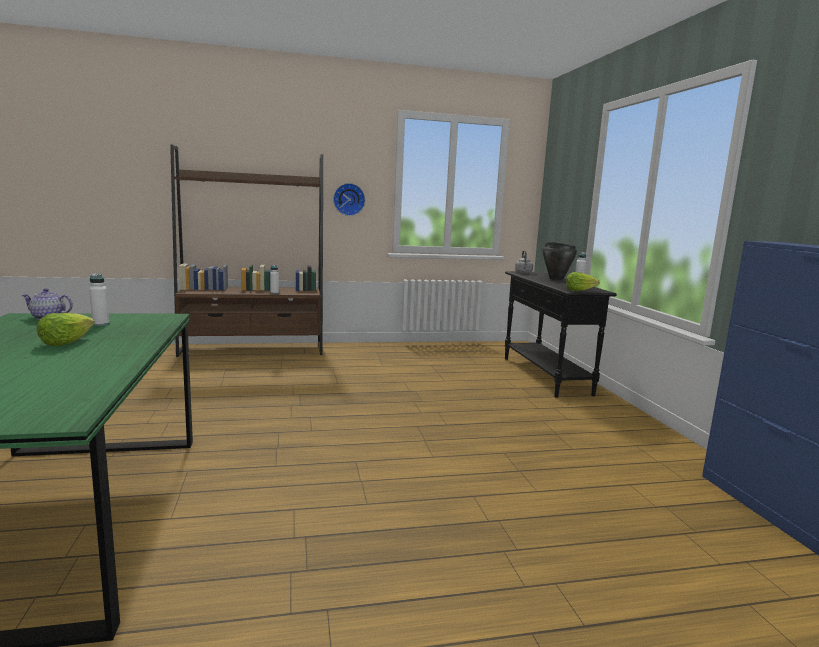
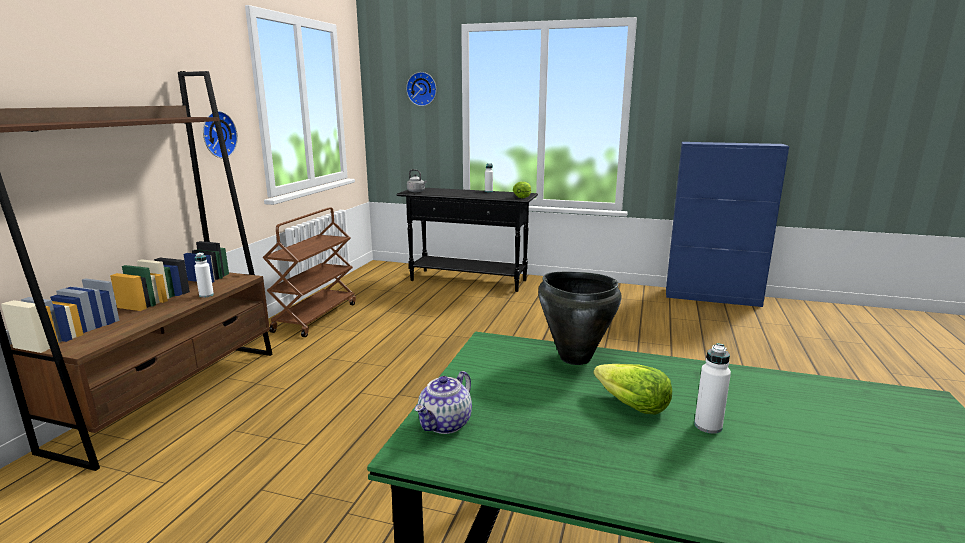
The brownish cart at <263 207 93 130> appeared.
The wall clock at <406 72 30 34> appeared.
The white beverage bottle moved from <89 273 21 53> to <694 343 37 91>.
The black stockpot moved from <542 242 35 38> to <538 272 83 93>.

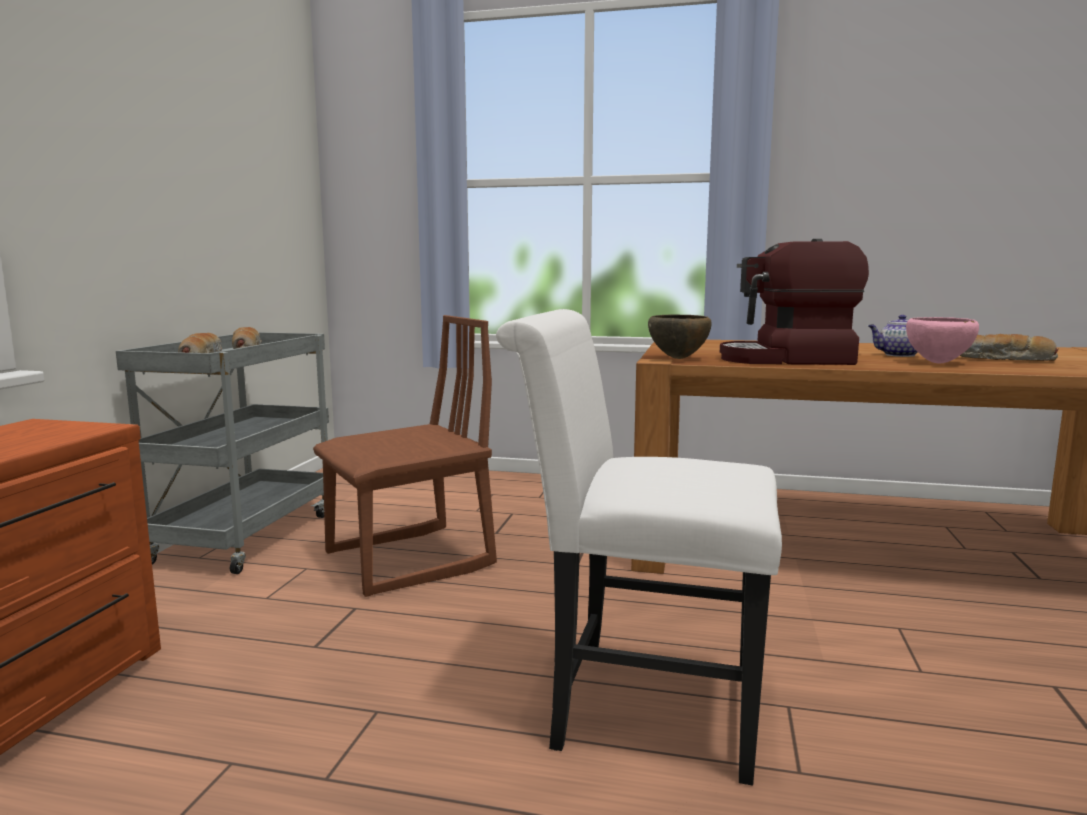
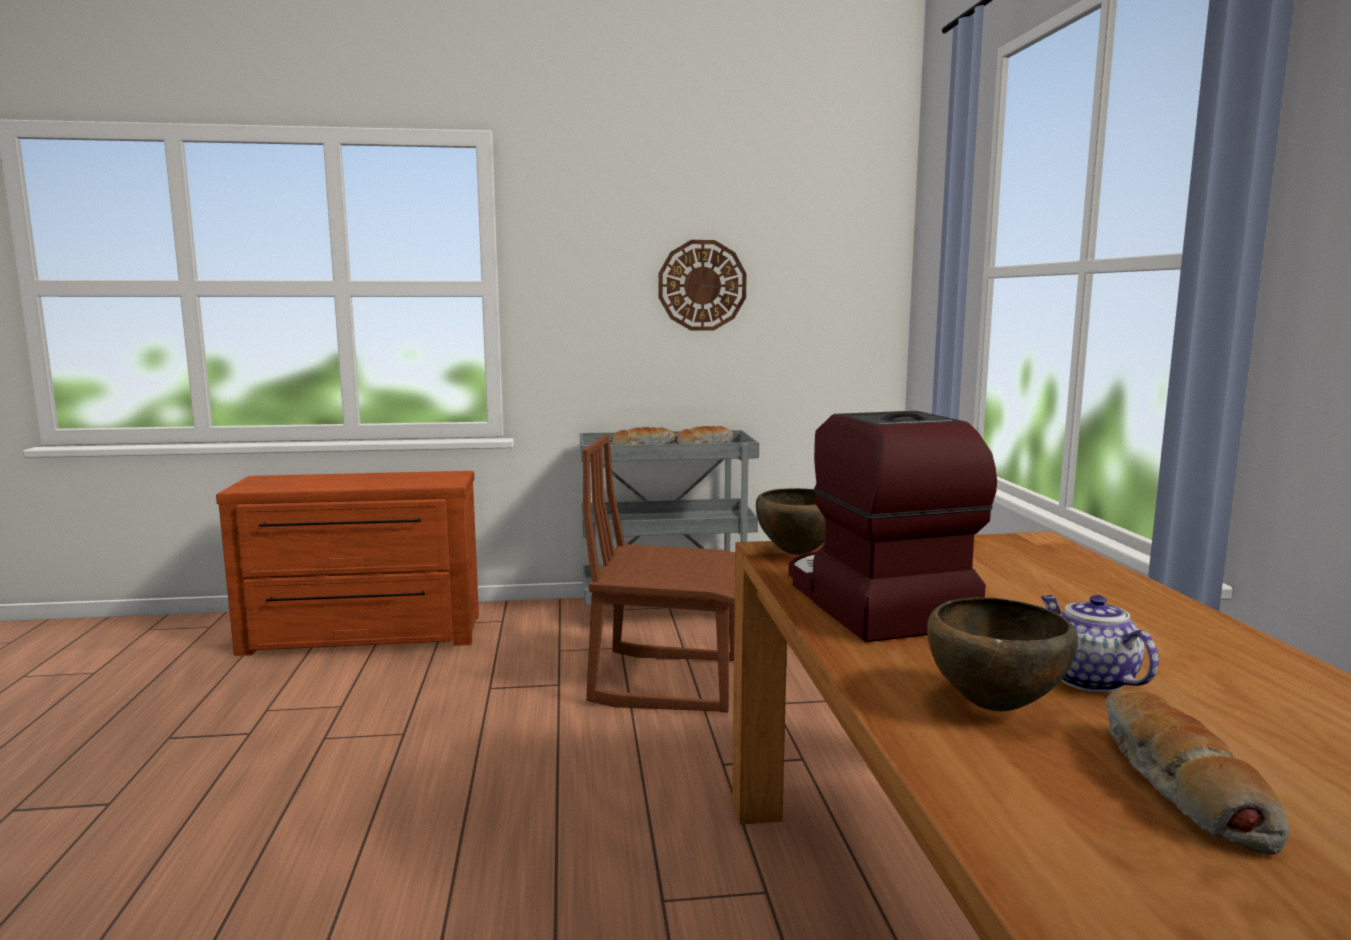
The white chair at <496 309 286 476> disappeared.
The wall clock at <658 240 89 91> appeared.
The pink deep dish at <906 317 73 46> became the brownish deep dish at <927 597 151 115>.
The brownish chair at <313 315 184 282> turned 150 degrees clockwise.

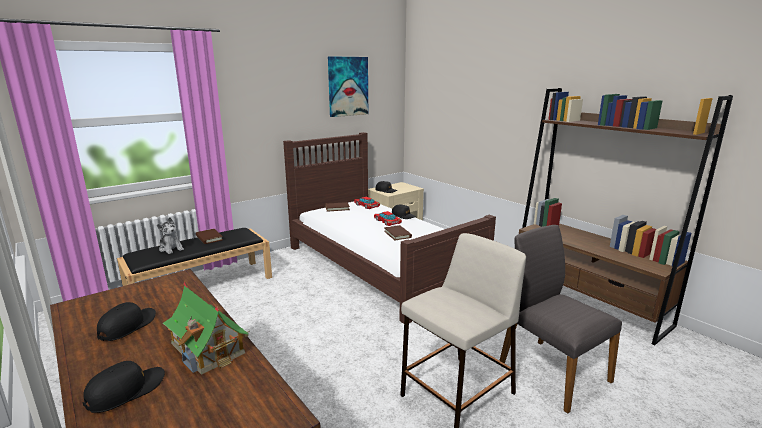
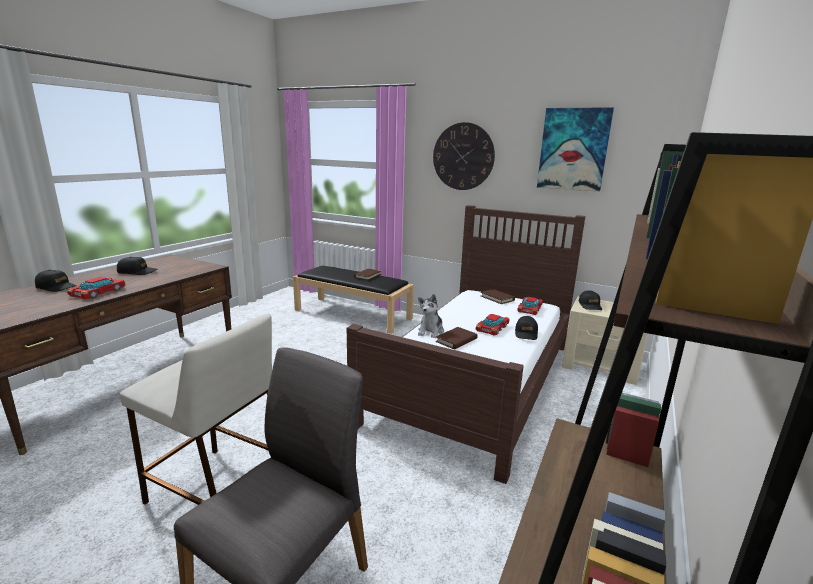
The wall clock at <433 122 62 68> appeared.
The cuddly toy moved from <157 217 27 37> to <418 294 26 44>.
The toy house at <163 281 87 94> was replaced by the miniature car at <67 277 58 22>.

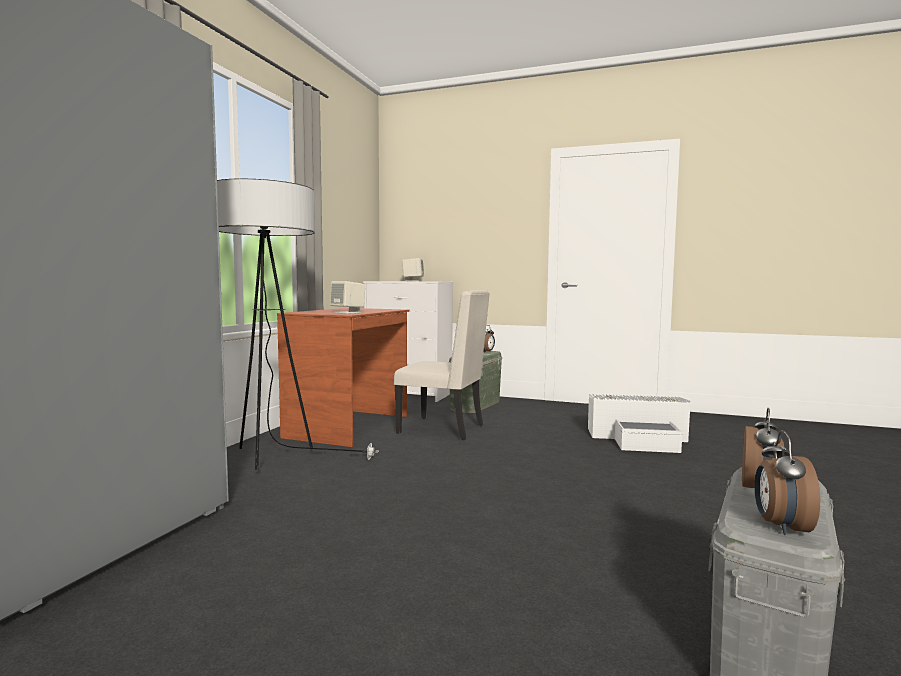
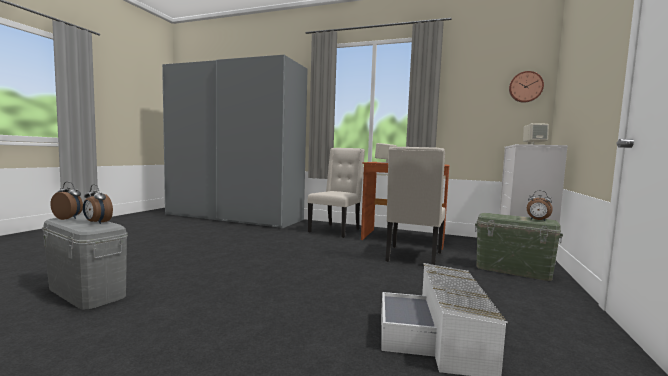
The wall clock at <509 71 35 32> appeared.
The floor lamp at <217 179 161 291> was replaced by the sand-coloured chair at <307 148 58 90>.

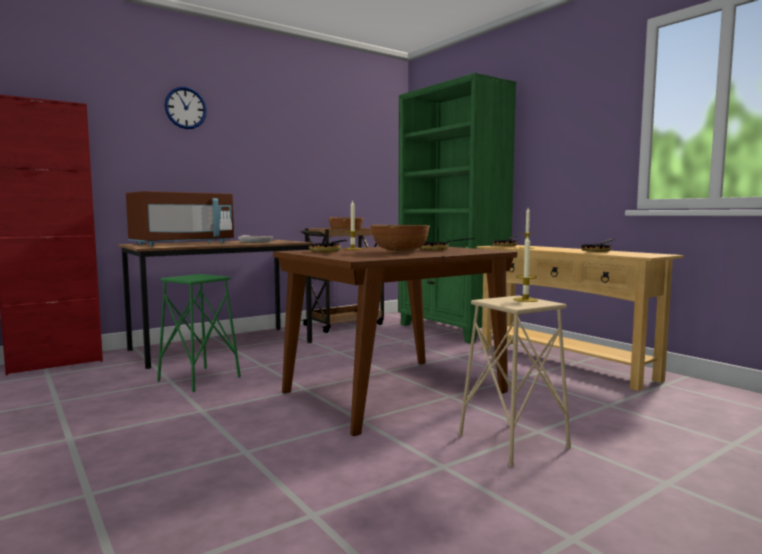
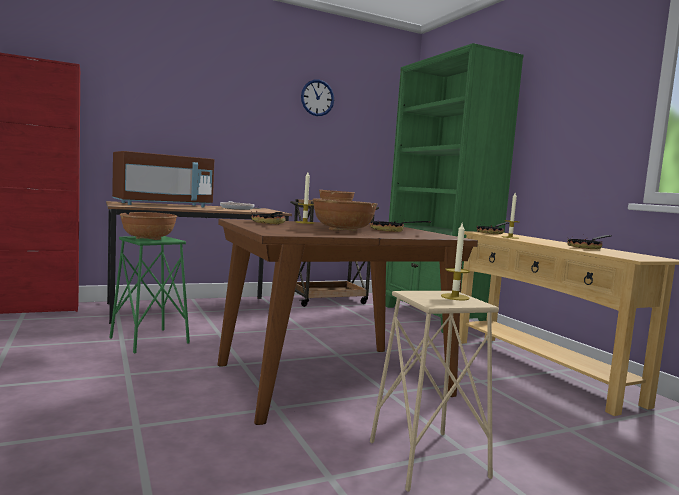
The brownish deep dish at <120 212 57 28> appeared.
The wall clock moved from <164 87 43 42> to <301 79 33 37>.

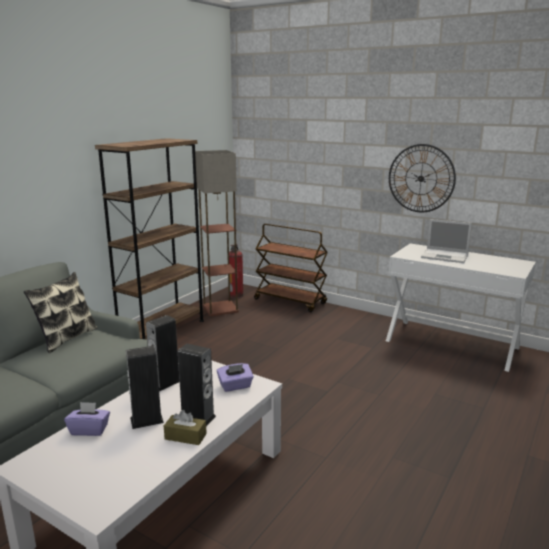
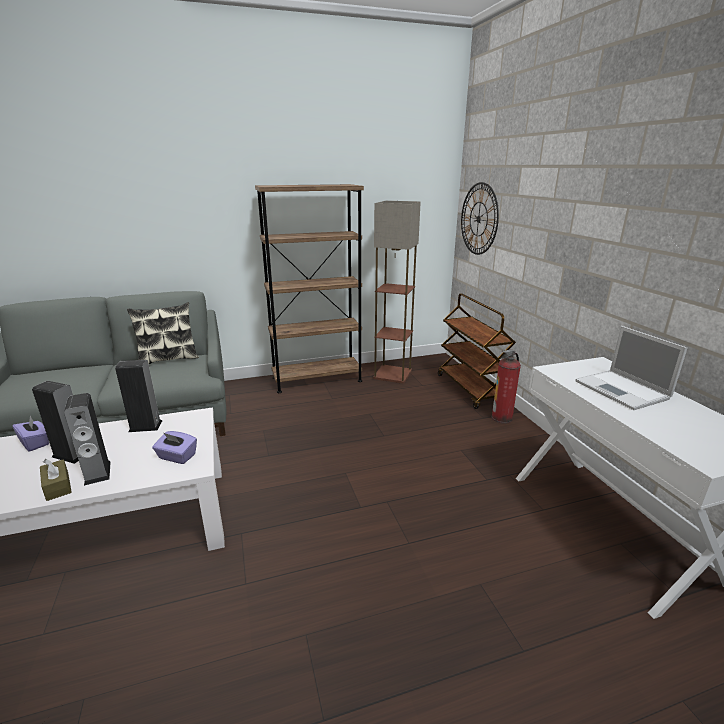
The fire extinguisher moved from <229 244 15 54> to <491 350 30 74>.
The wall clock moved from <389 144 67 69> to <461 182 38 73>.

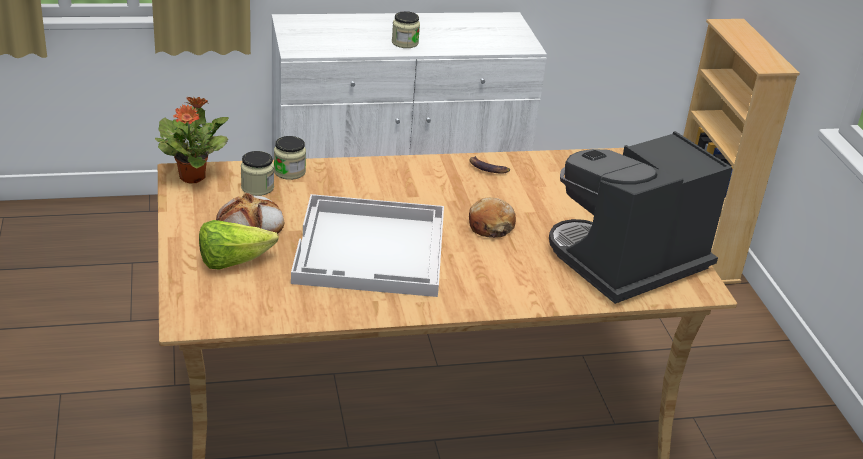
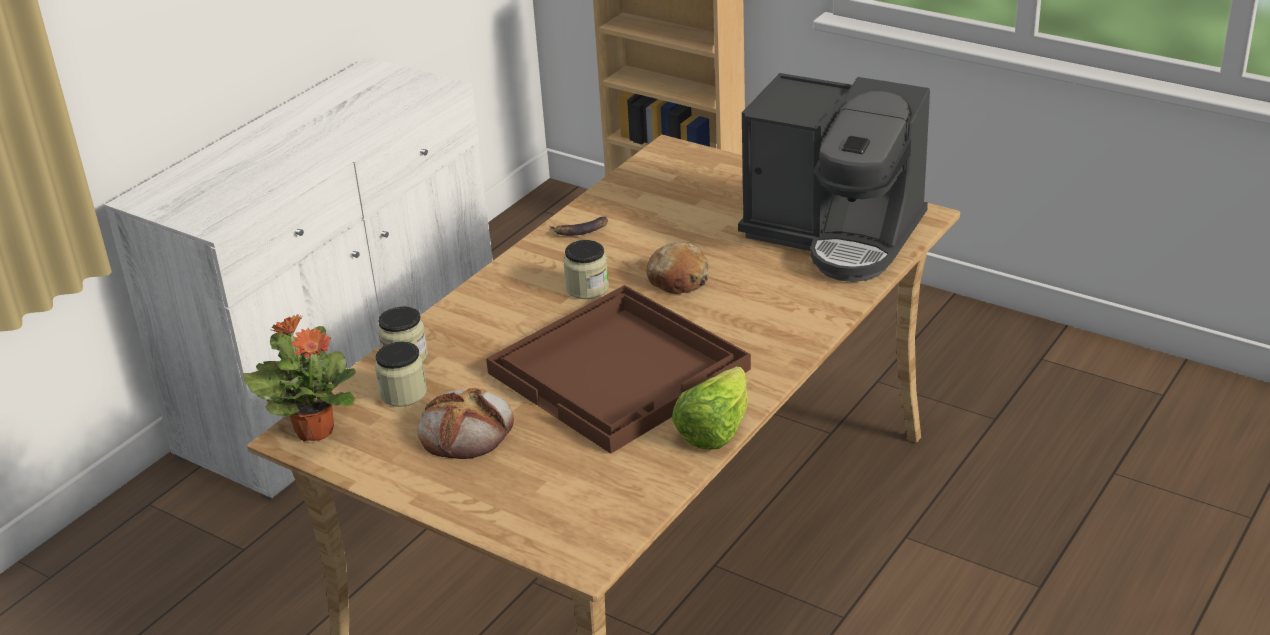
The lettuce head moved from <199 220 80 50> to <672 366 76 84>.
The preserve jar moved from <392 11 28 37> to <564 240 45 59>.
The white tray at <291 194 153 103> became the brownish tray at <486 285 265 169>.
The coffee brewer at <549 131 184 173> turned 75 degrees counterclockwise.

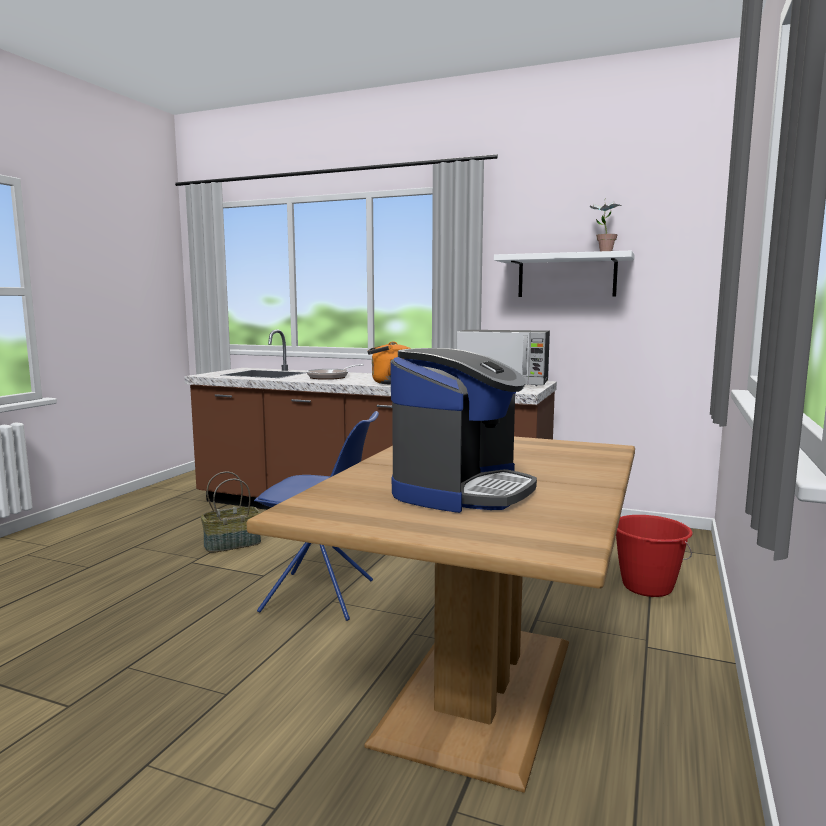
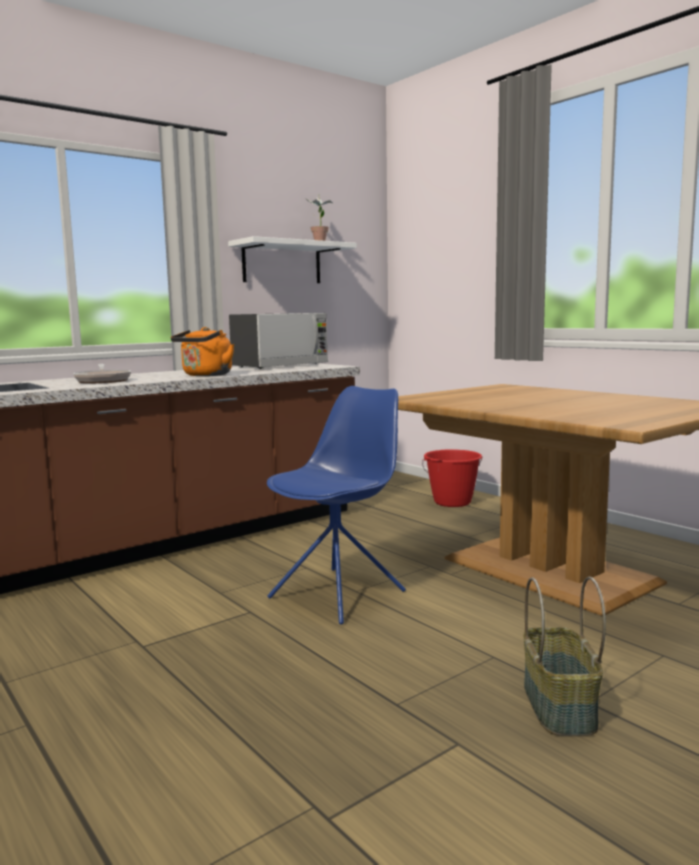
The coffee brewer at <391 348 146 165> disappeared.
The household basket moved from <201 472 60 81> to <524 577 82 159>.

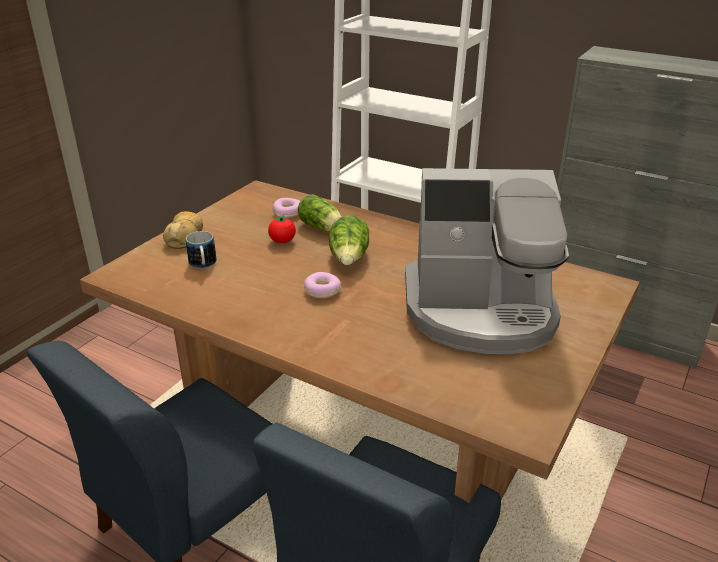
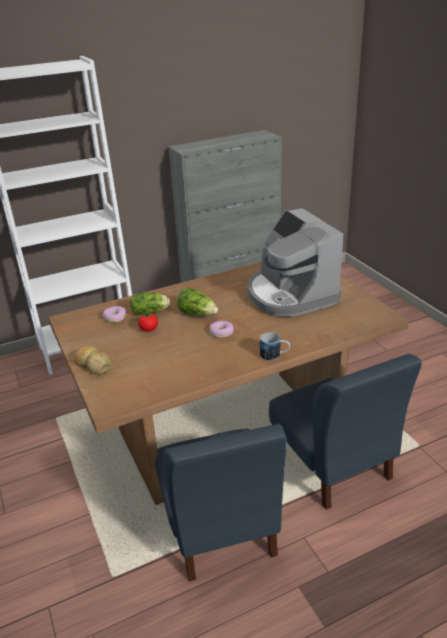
The tea mug moved from <186 231 30 38> to <260 332 30 29>.
The coffee brewer at <405 168 164 186> turned 120 degrees clockwise.

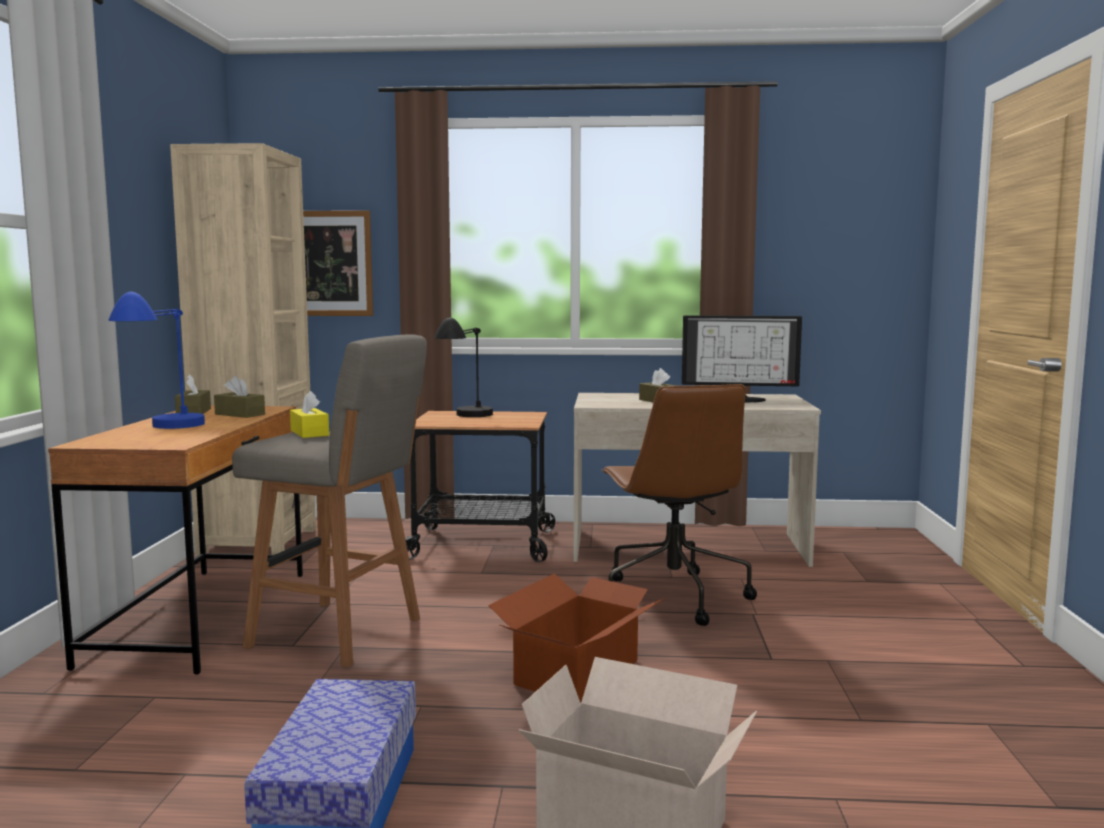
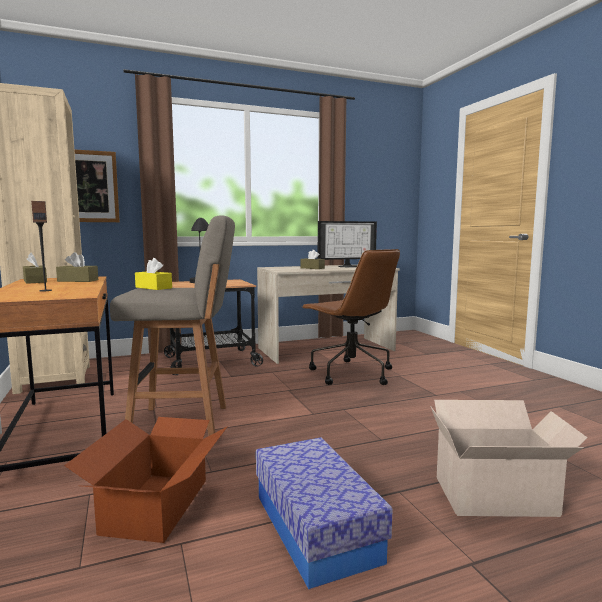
The carton moved from <488 573 177 129> to <64 417 164 126>.
The blue tabletop lamp at <108 292 97 137> was replaced by the loudspeaker at <31 201 21 91>.

